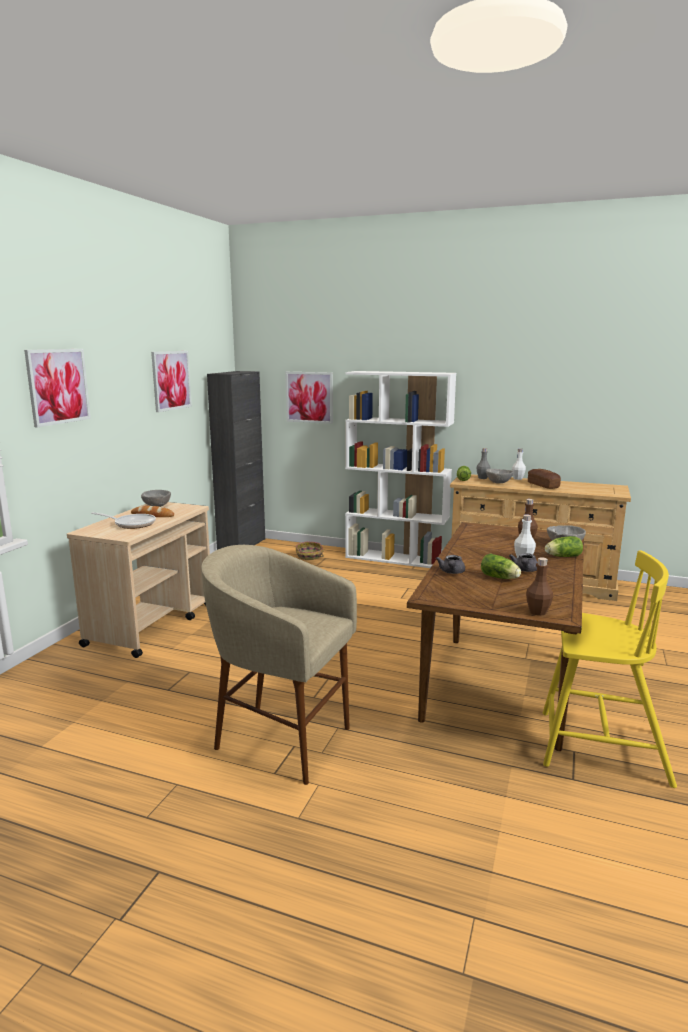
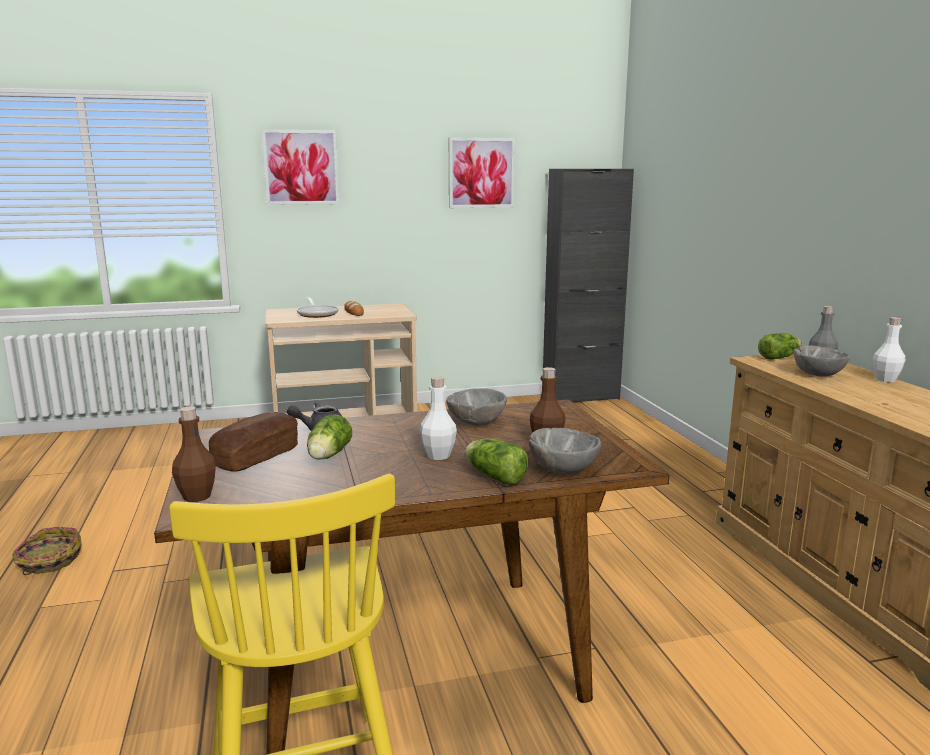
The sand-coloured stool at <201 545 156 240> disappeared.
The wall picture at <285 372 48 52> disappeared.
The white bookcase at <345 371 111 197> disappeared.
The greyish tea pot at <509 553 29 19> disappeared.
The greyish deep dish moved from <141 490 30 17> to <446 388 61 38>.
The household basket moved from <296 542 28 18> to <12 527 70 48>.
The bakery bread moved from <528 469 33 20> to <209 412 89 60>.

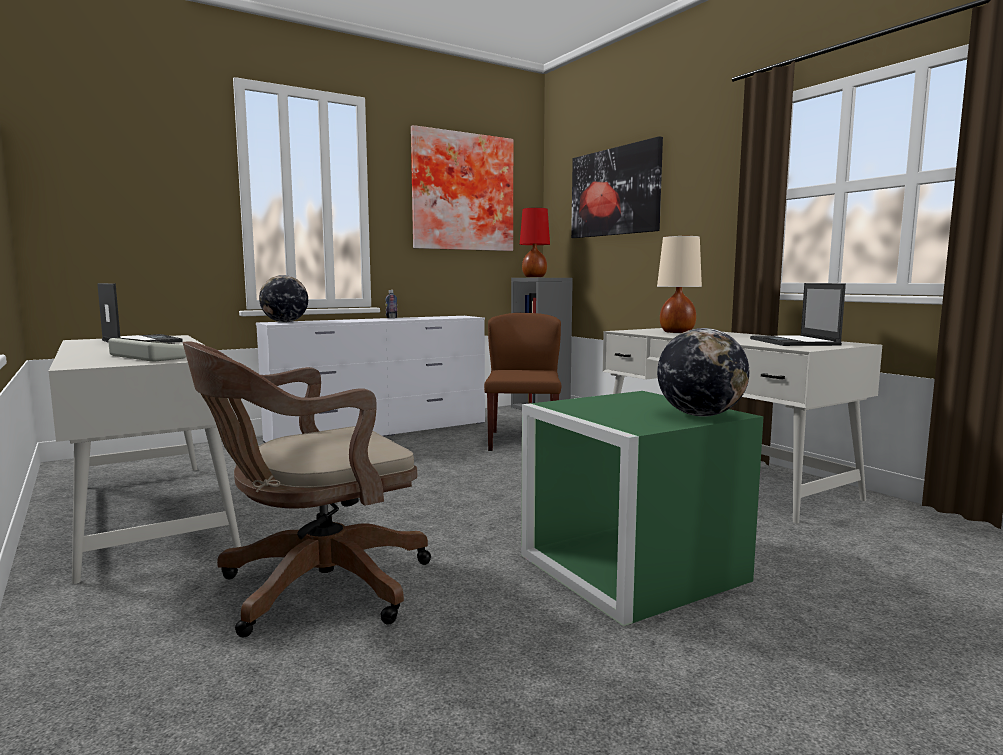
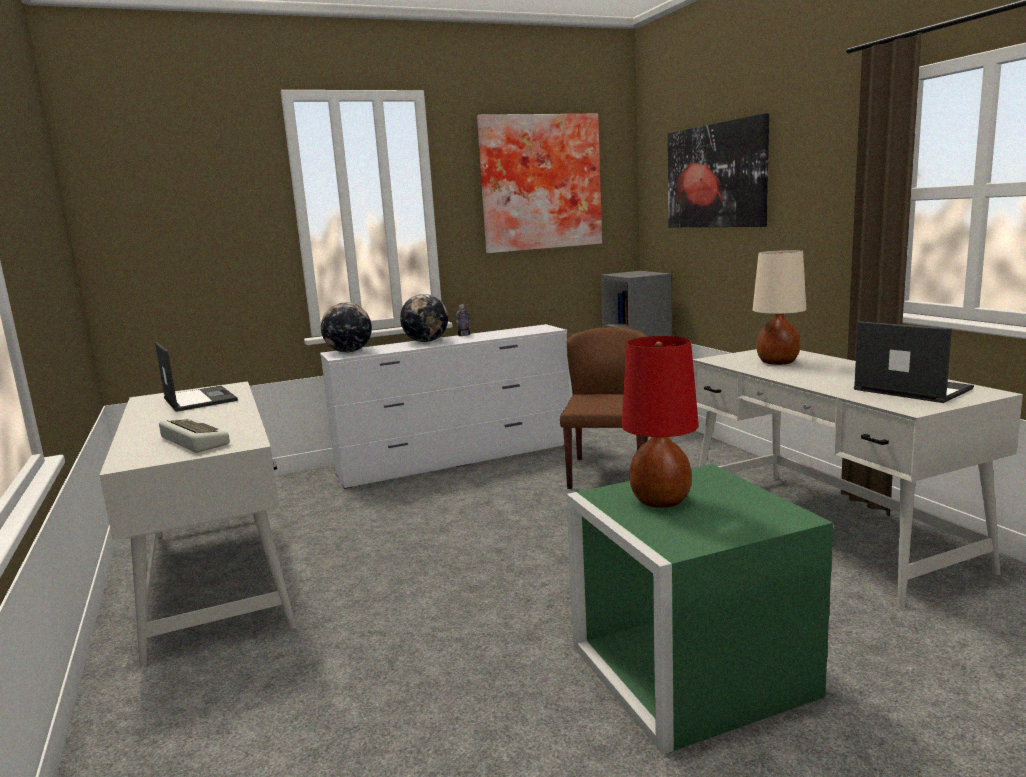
The brownish office chair at <183 341 248 296> disappeared.
The reddish tabletop lamp moved from <520 208 30 69> to <622 336 77 172>.
The globe moved from <657 328 92 89> to <400 294 48 48>.
The notebook computer at <750 283 96 63> turned 135 degrees clockwise.

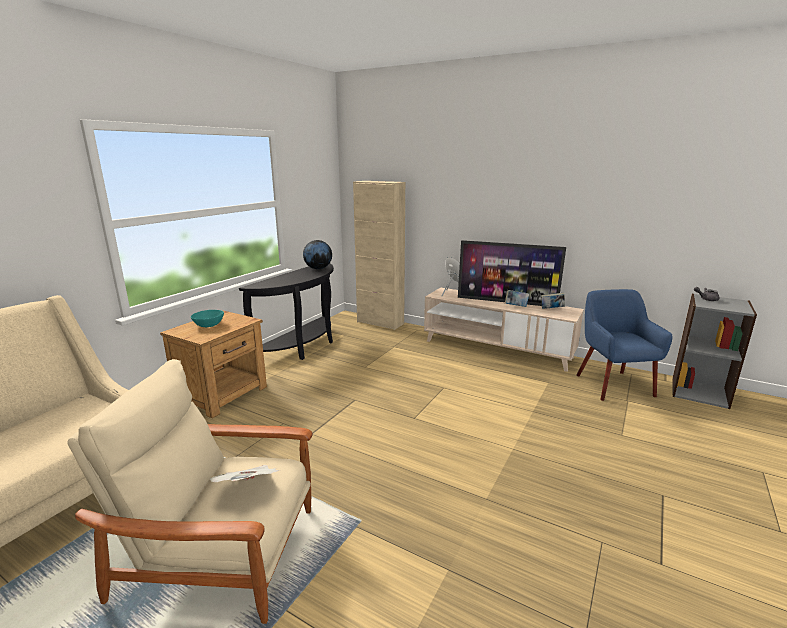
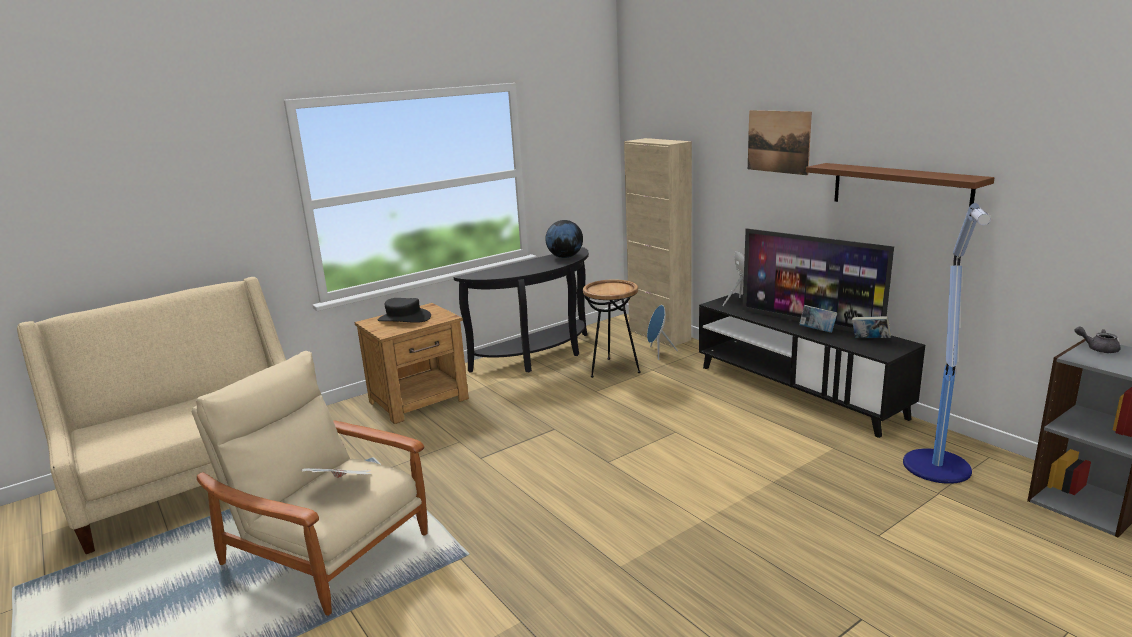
The brownish accent table at <583 279 57 99> appeared.
The blue loudspeaker at <647 305 31 55> appeared.
The wall picture at <748 110 64 65> appeared.
The brownish bracket shelf at <806 163 189 44> appeared.
The turquoise deep dish at <191 310 33 17> was replaced by the black clothing hat at <377 298 54 25>.
The blue armchair at <576 289 96 112> was replaced by the floor lamp at <903 203 88 281>.
The sand-coloured tv stand at <424 288 160 84> became the black tv stand at <699 293 226 145>.

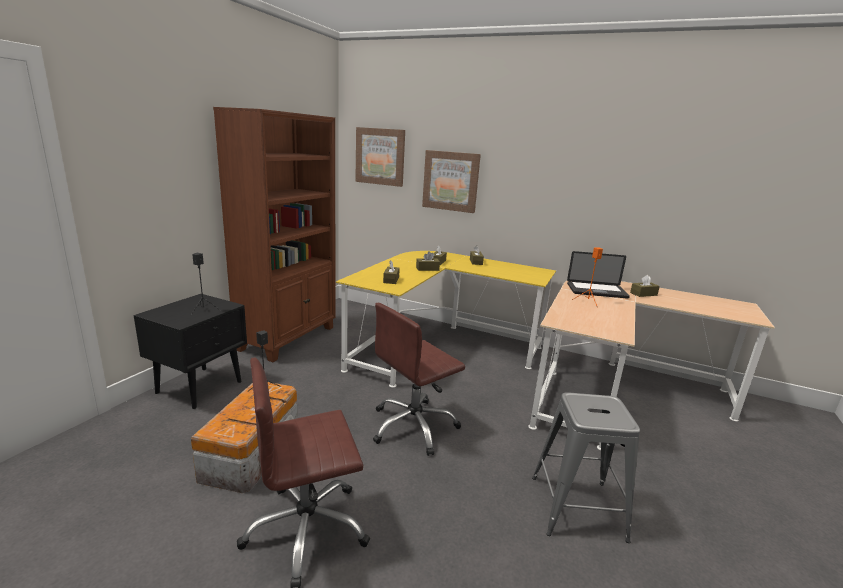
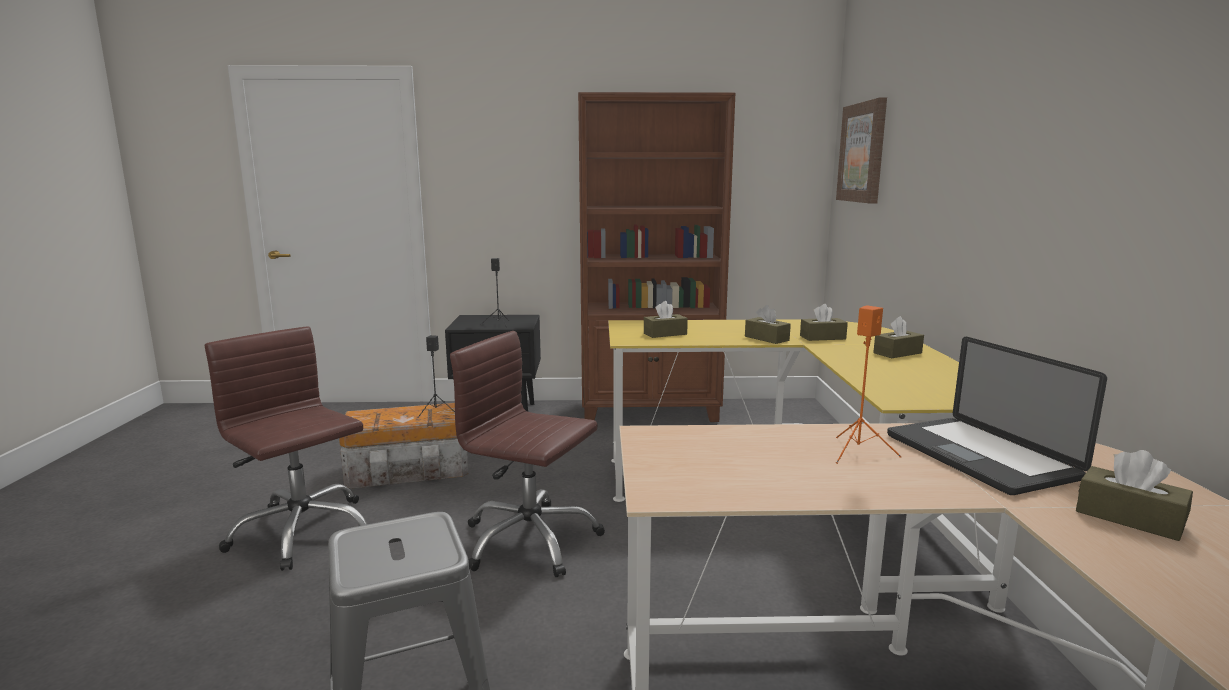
The wall picture at <422 150 59 63> disappeared.

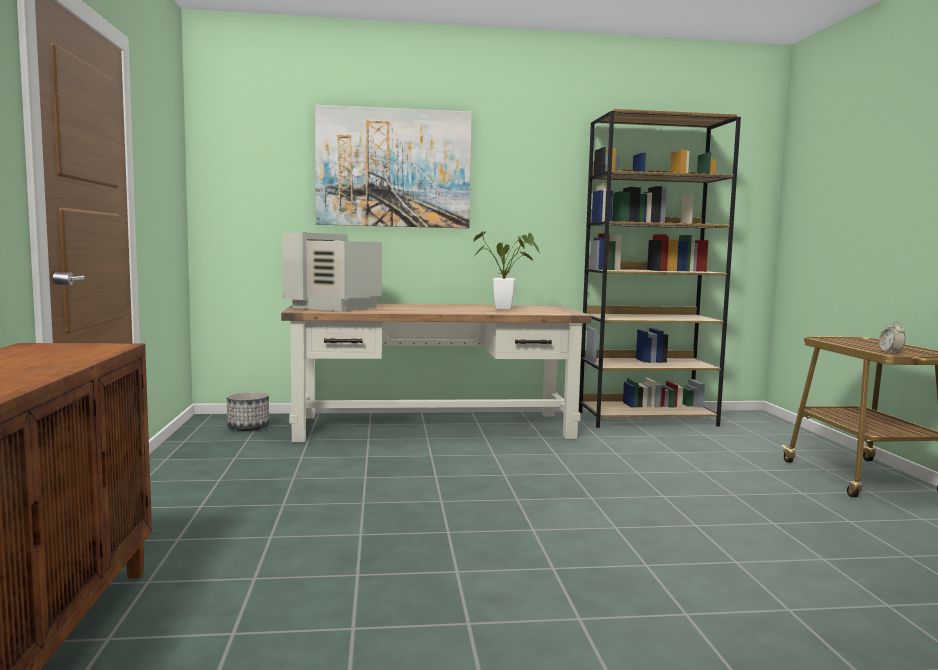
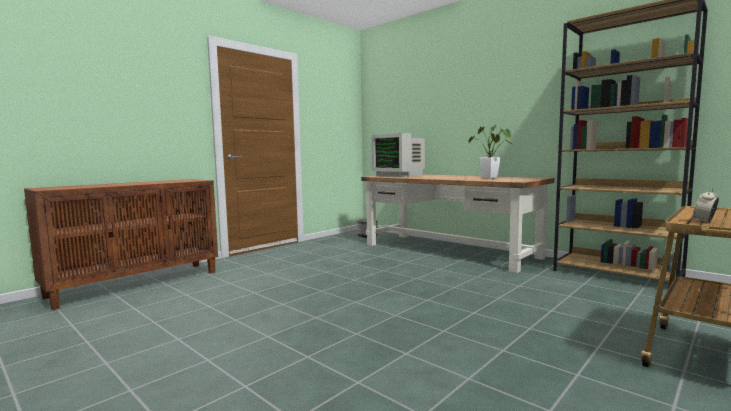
The wall picture at <315 105 157 123> disappeared.
The computer display at <282 232 100 79> turned 120 degrees counterclockwise.

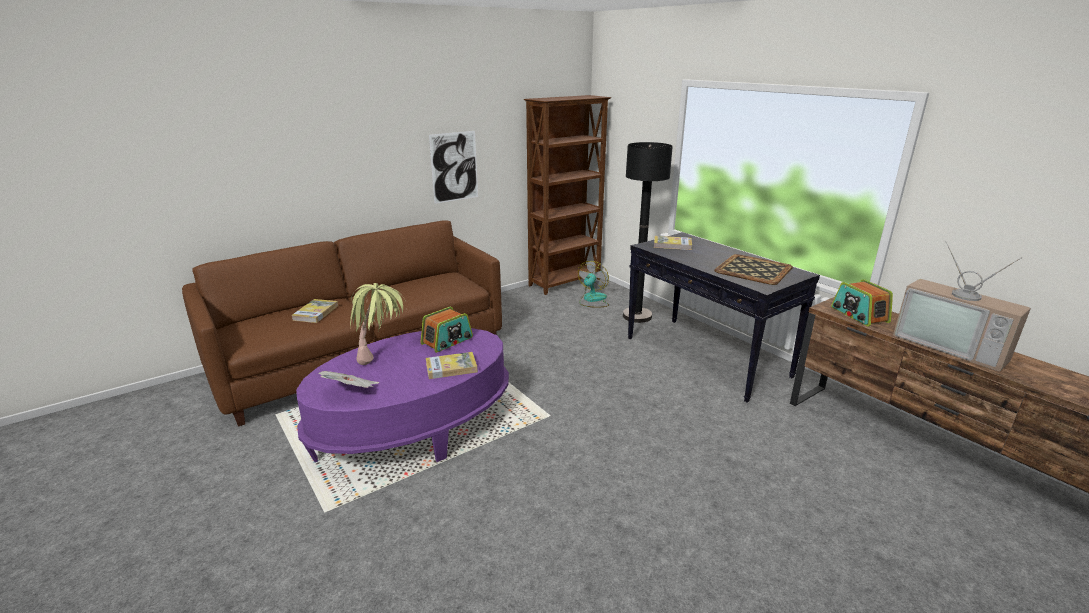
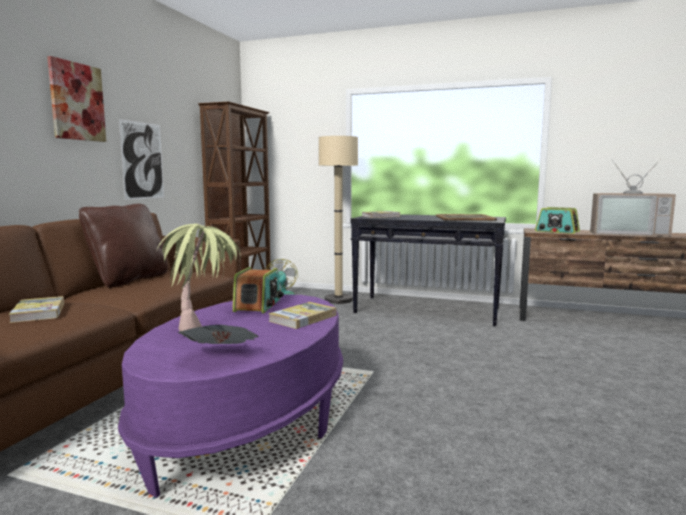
The wall picture at <47 56 59 86> appeared.
The brownish throw pillow at <79 204 89 84> appeared.
The black floor lamp at <623 142 50 181> became the sand-coloured floor lamp at <319 136 39 168>.

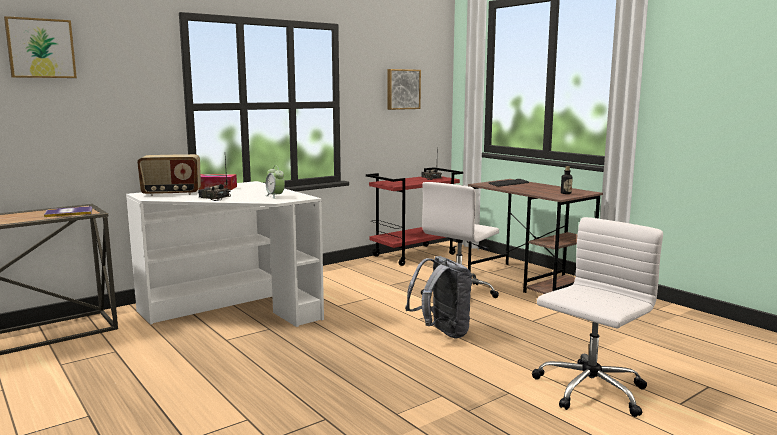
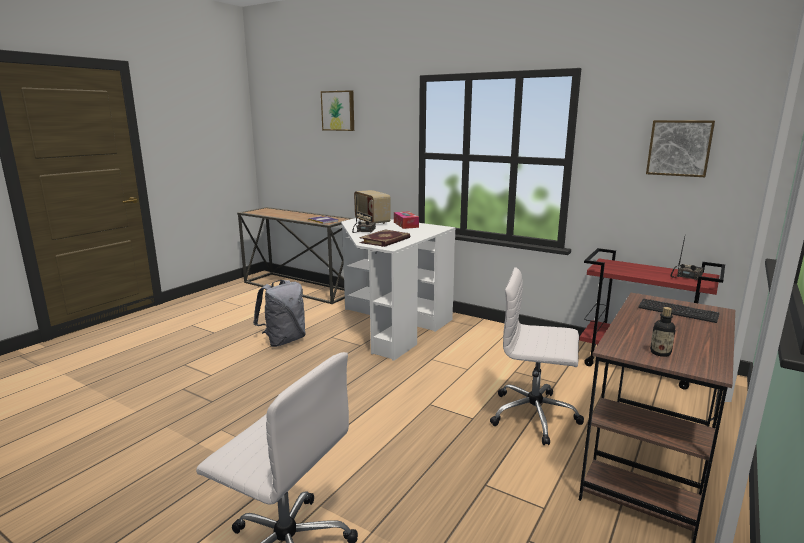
The greyish backpack moved from <405 256 67 82> to <253 280 53 67>.
The table clock at <266 166 19 33> was replaced by the book at <359 229 51 18>.

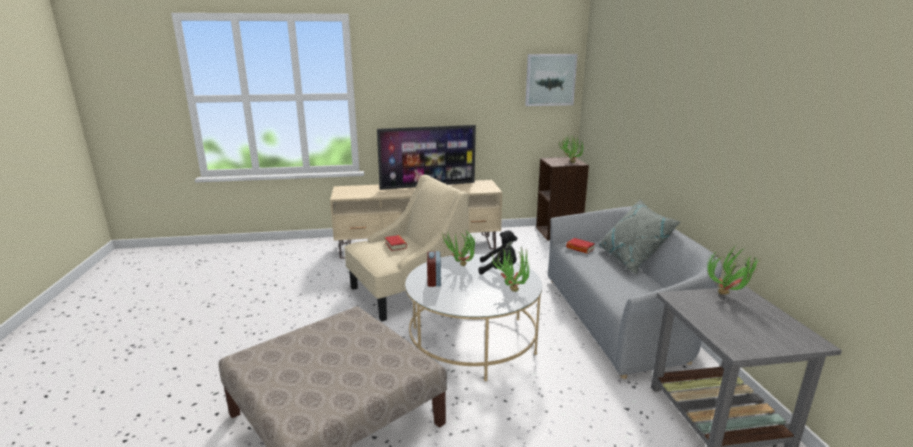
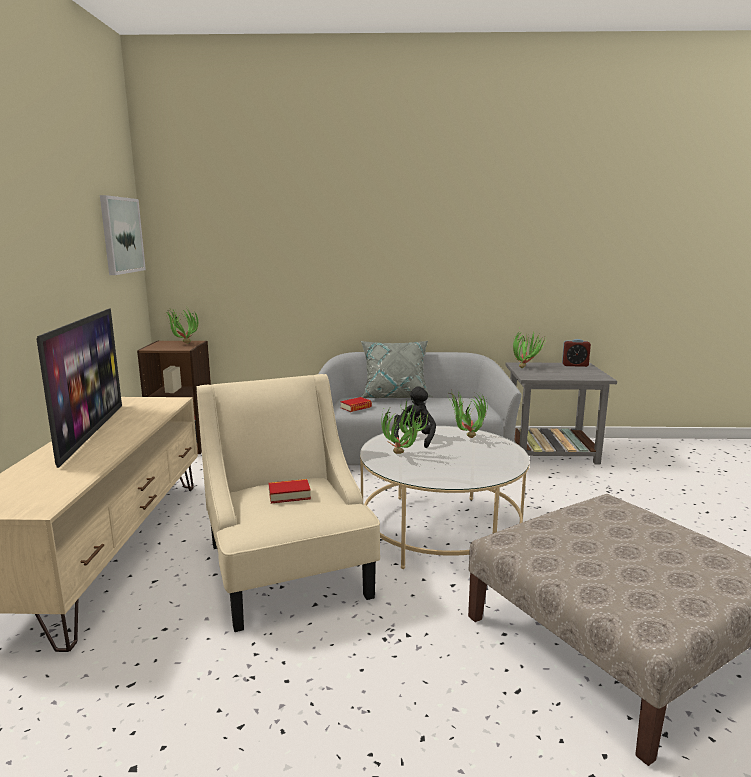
The table clock moved from <427 251 14 36> to <562 339 29 28>.

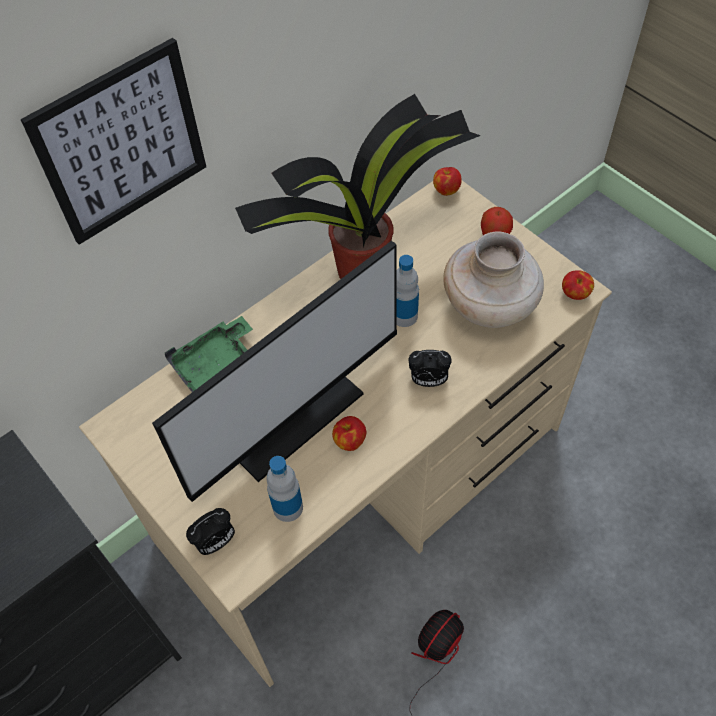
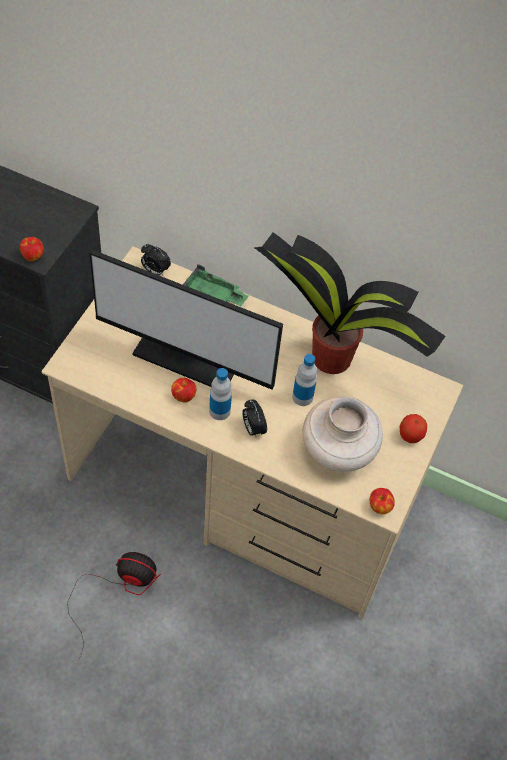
The wall picture at <20 38 186 207> disappeared.
The table clock moved from <186 508 49 47> to <141 244 30 32>.
The beverage bottle moved from <267 456 36 66> to <209 368 23 52>.
The apple fruit moved from <433 167 29 29> to <19 237 25 24>.

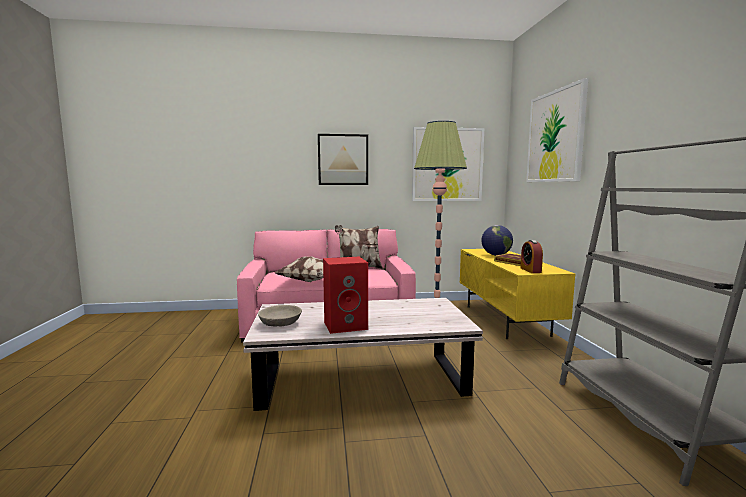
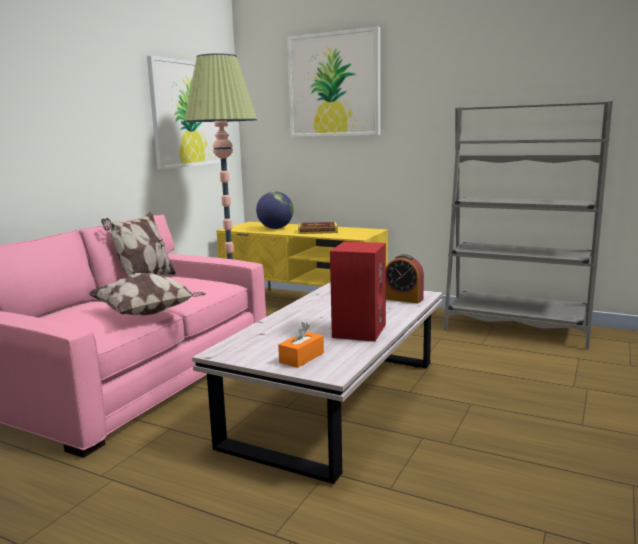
The wall picture at <318 134 50 51> disappeared.
The table clock moved from <520 240 23 33> to <386 254 38 49>.
The greyish deep dish at <258 305 44 21> was replaced by the orange-coloured box of tissues at <278 322 46 46>.

